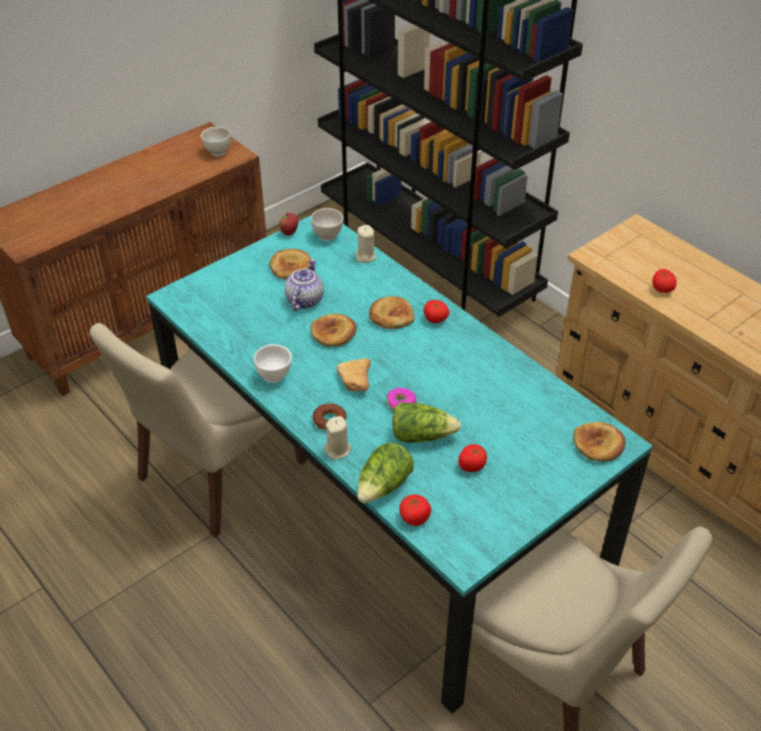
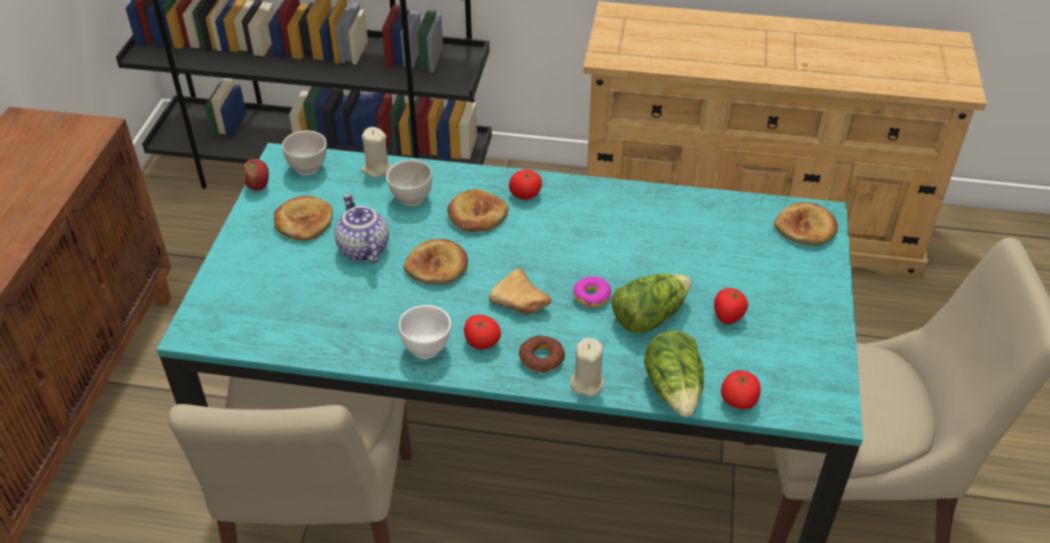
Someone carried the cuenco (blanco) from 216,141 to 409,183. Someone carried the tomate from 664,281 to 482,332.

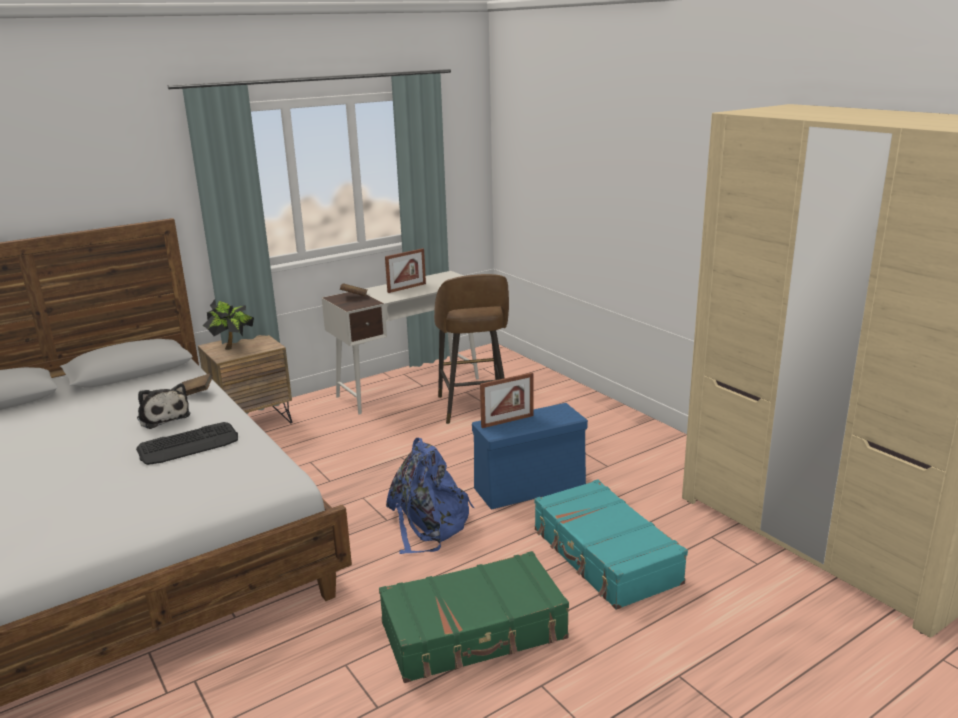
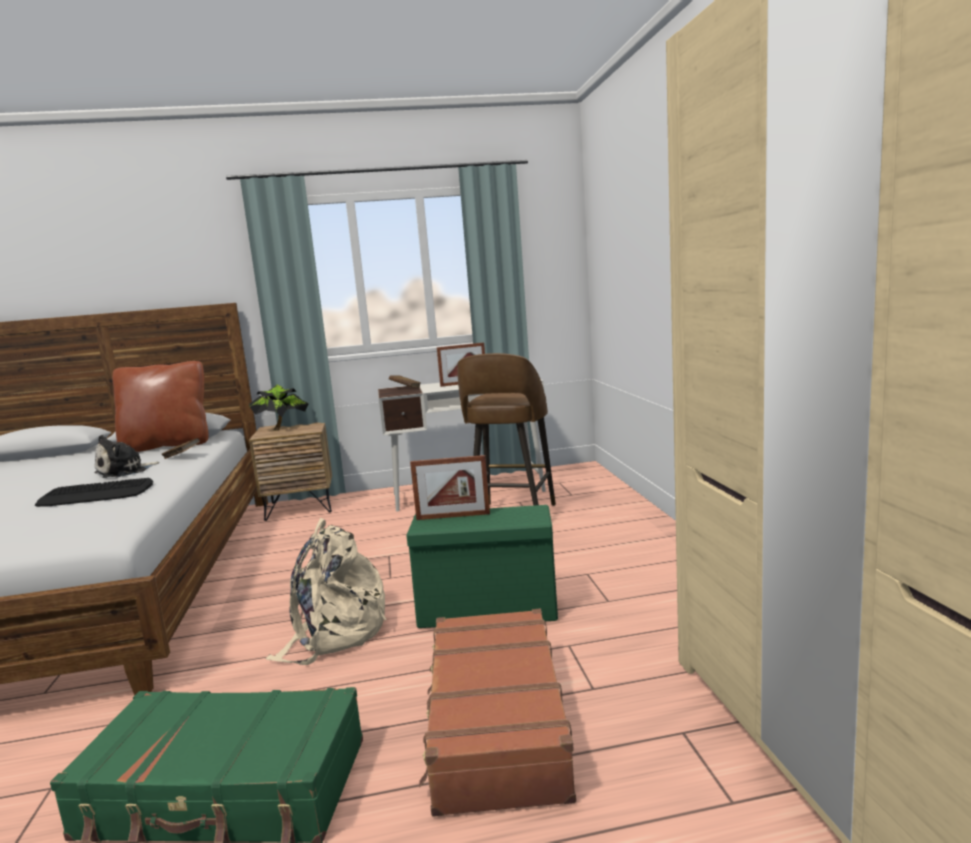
Someone rotated the peluche at 163,406 by 60 degrees clockwise. Someone repainted the mochila (azul) at 430,496, which became the mochila (beis) at 325,591. Someone repainted the caja de almacenaje (azul) at 530,456, which became the caja de almacenaje (verde) at 482,566. Someone repainted the maleta (turquesa) at 611,544, which became the maleta (marrón) at 497,713. Someone put down the cojín (marrón) at 160,406.

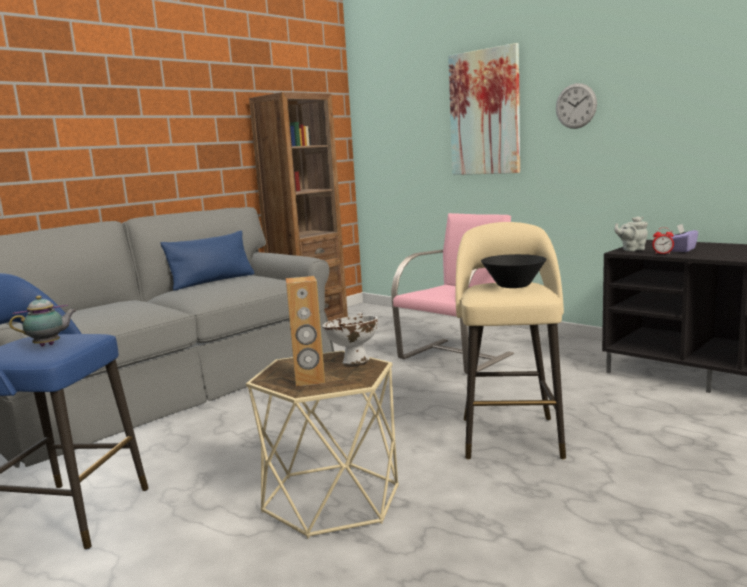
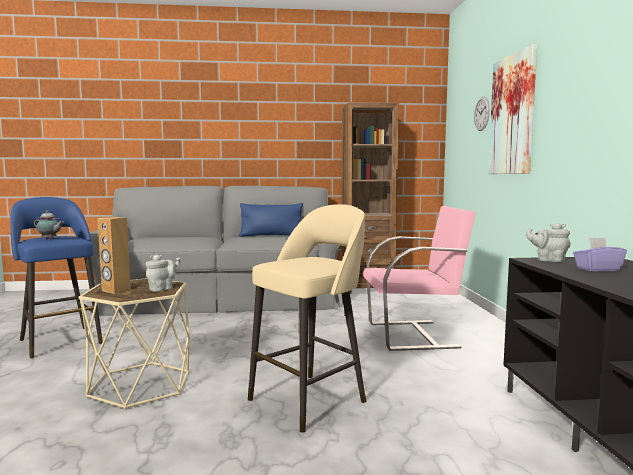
Someone swapped the cuenco (blanco) at 350,338 for the tetera (gris) at 163,273. Someone took away the cuenco (negro) at 513,271. Someone carried the reloj de pared from 576,106 to 482,114. Someone took away the despertador at 663,241.

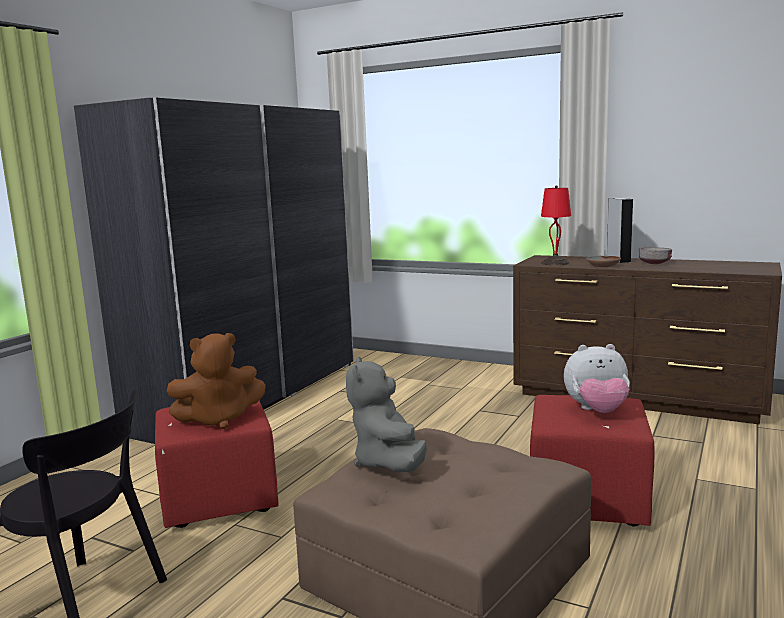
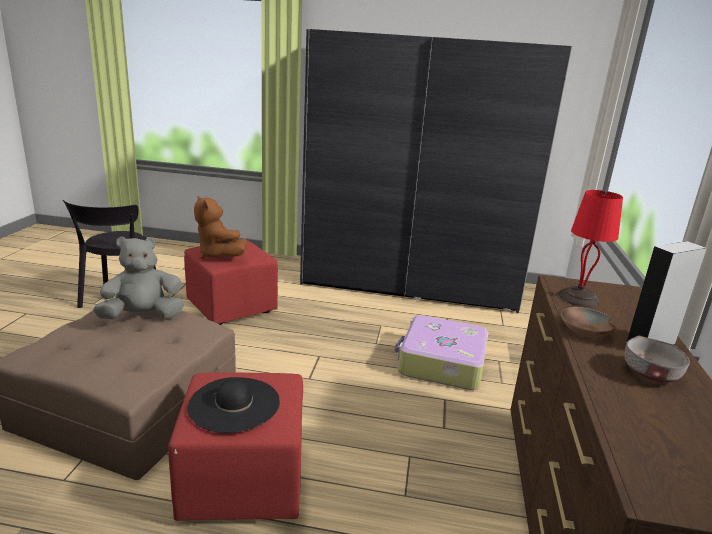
Someone swapped the peluche at 597,378 for the sombrero (negro) at 233,405. Someone put down the maleta at 441,352.

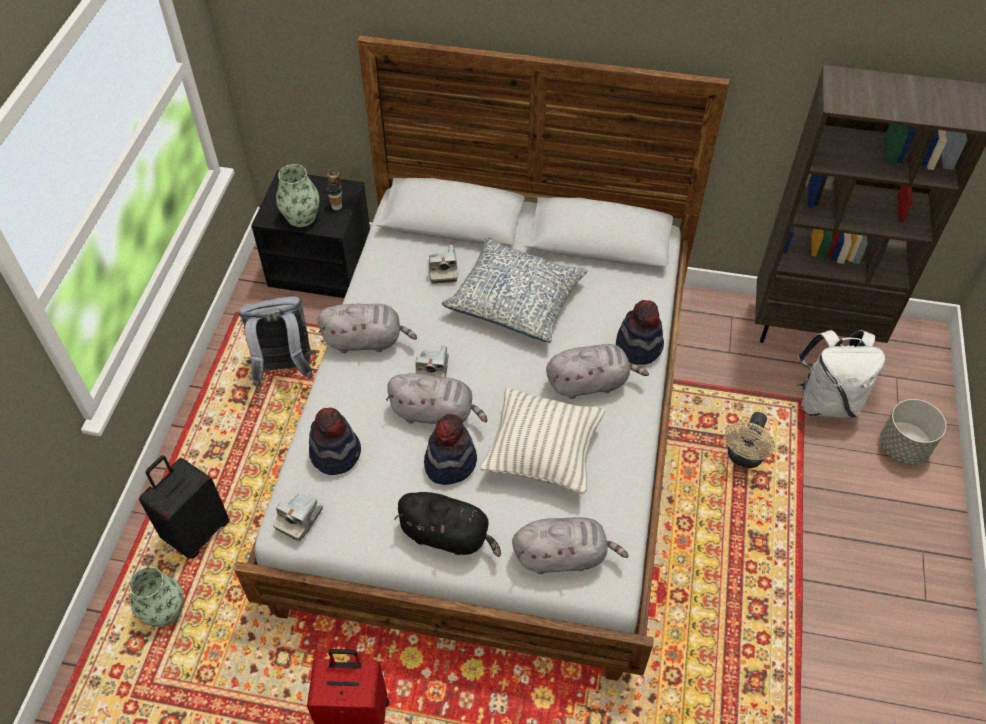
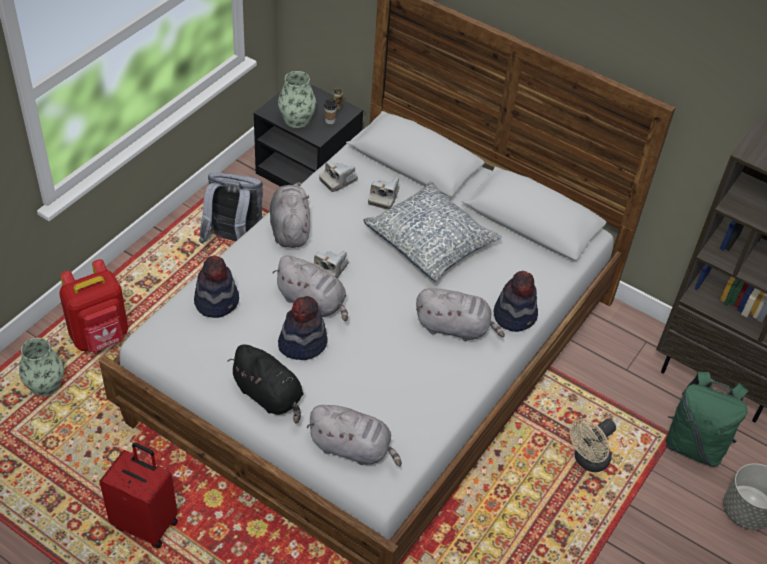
Someone swapped the maleta (negro) at 184,507 for the mochila (rojo) at 93,305. Someone carried the cámara from 298,517 to 338,176. Someone rotated the peluche (gris) at 367,328 by 120 degrees counterclockwise. Someone took away the cojín at 542,441. Someone repainted the mochila (blanco) at 841,374, which became the mochila (verde) at 707,419.

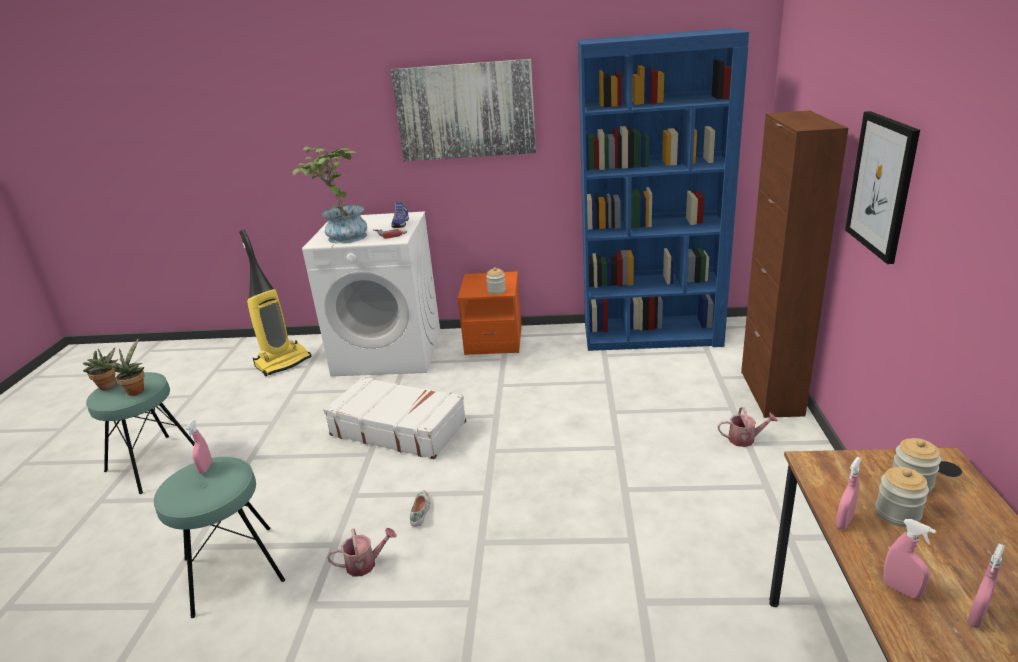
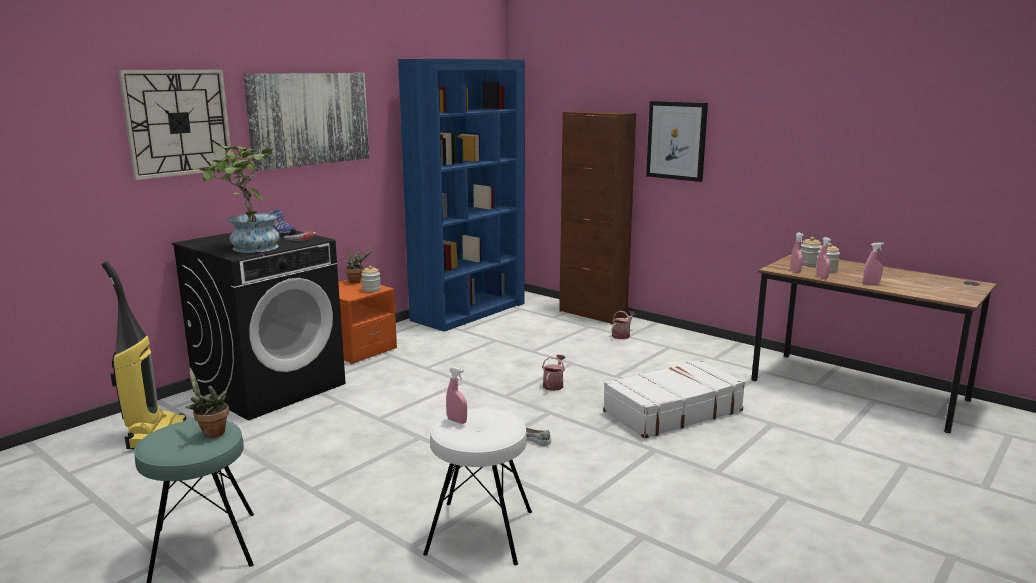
Someone carried the planta en maceta from 100,369 to 359,266. Someone repainted the taburete (turquesa) at 219,537, which became the taburete (blanco) at 477,486. Someone repainted the lavadora (blanco) at 371,293, which became the lavadora (negro) at 258,326. Someone carried the maleta (blanco) from 395,418 to 674,398. Someone carried the regadera from 362,552 to 553,373. Someone carried the pulverizador (rosa) from 986,585 to 797,252. Someone put up the reloj de pared at 175,124.

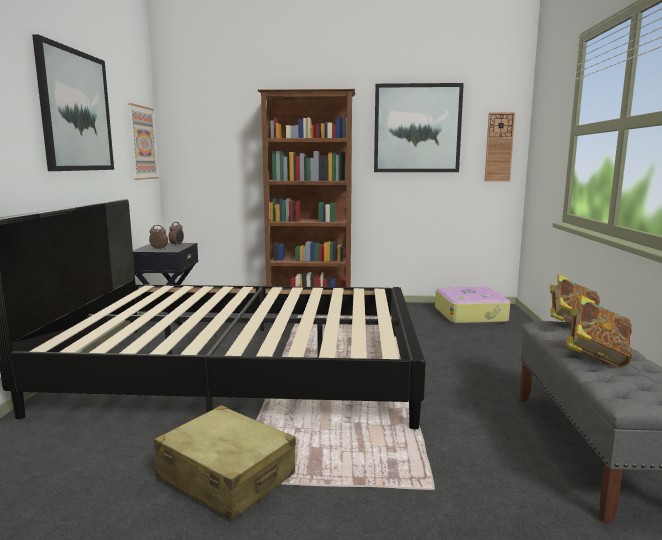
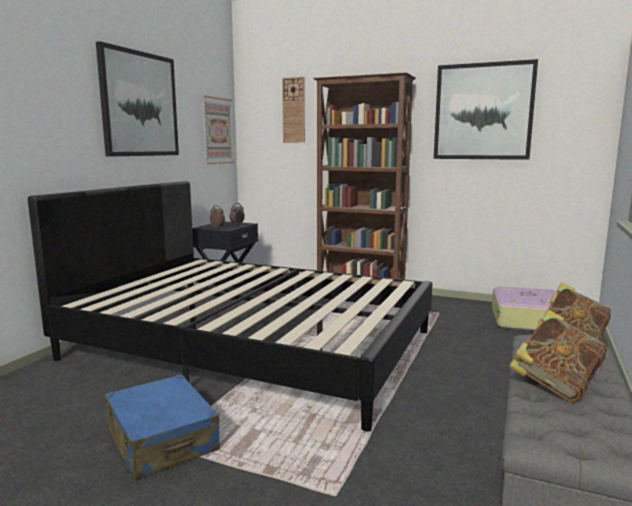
Someone repainted the maleta (beis) at 225,463, which became the maleta (azul) at 162,427. Someone carried the reloj de pared from 500,147 to 293,110.

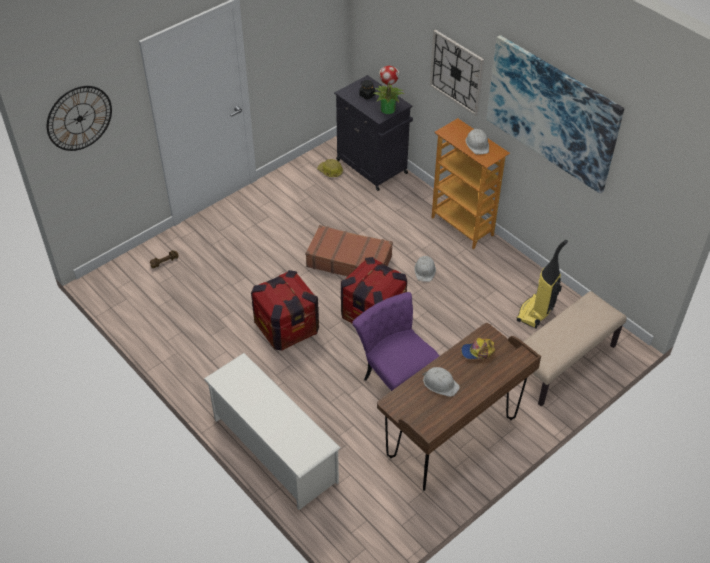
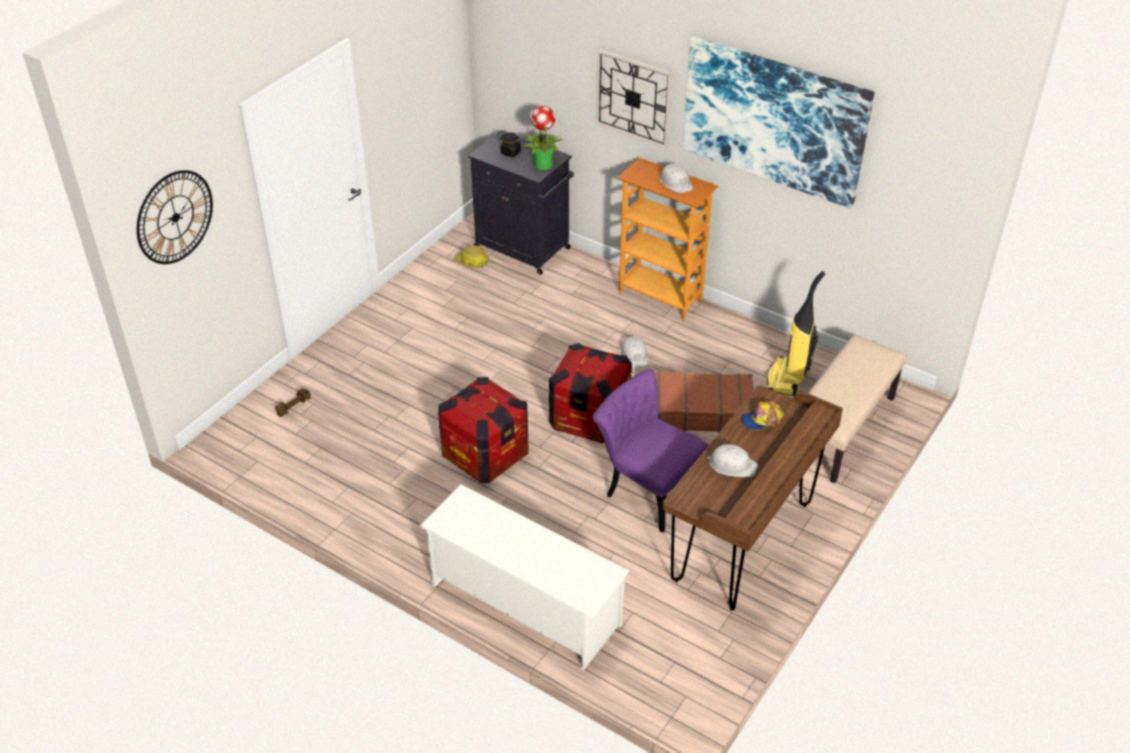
Someone carried the maleta (marrón) from 349,251 to 703,401.

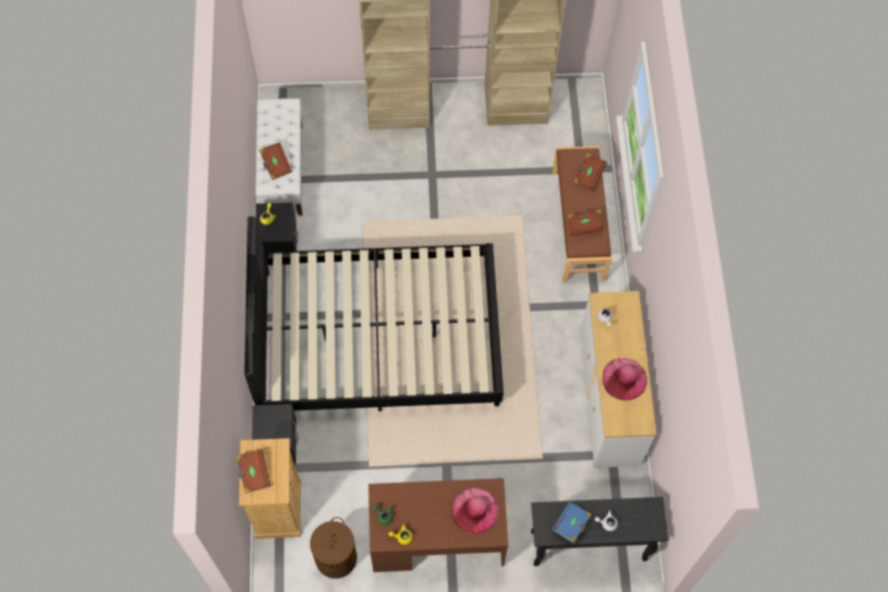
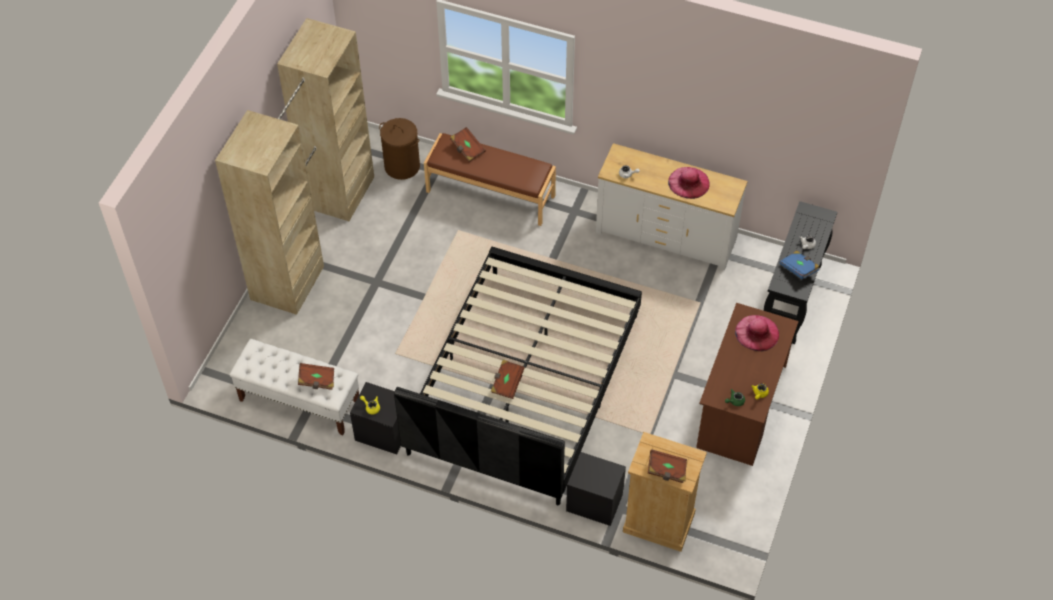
Someone carried the cesto de la ropa (marrón) from 333,548 to 399,149. Someone carried the libro (marrón) from 586,222 to 508,379.

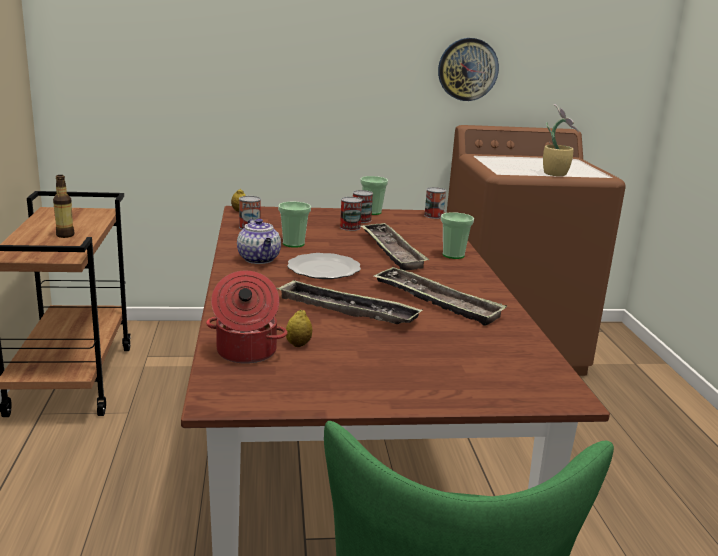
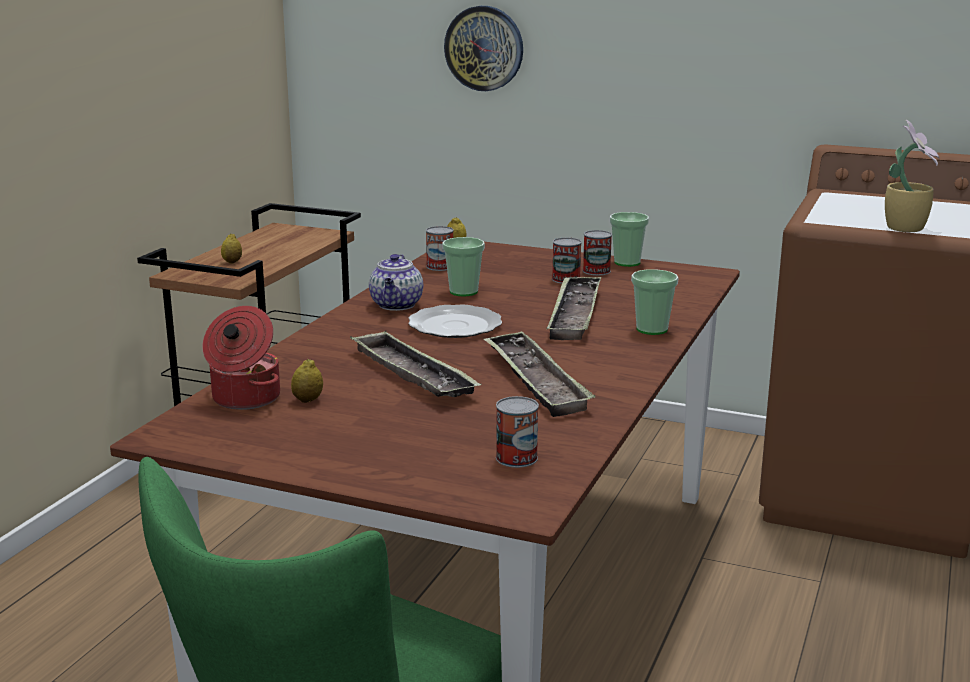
Someone took away the botella at 63,206. Someone carried the lata from 435,203 to 517,432. Someone carried the reloj de pared from 468,69 to 483,48. Someone put down the limón at 231,248.

